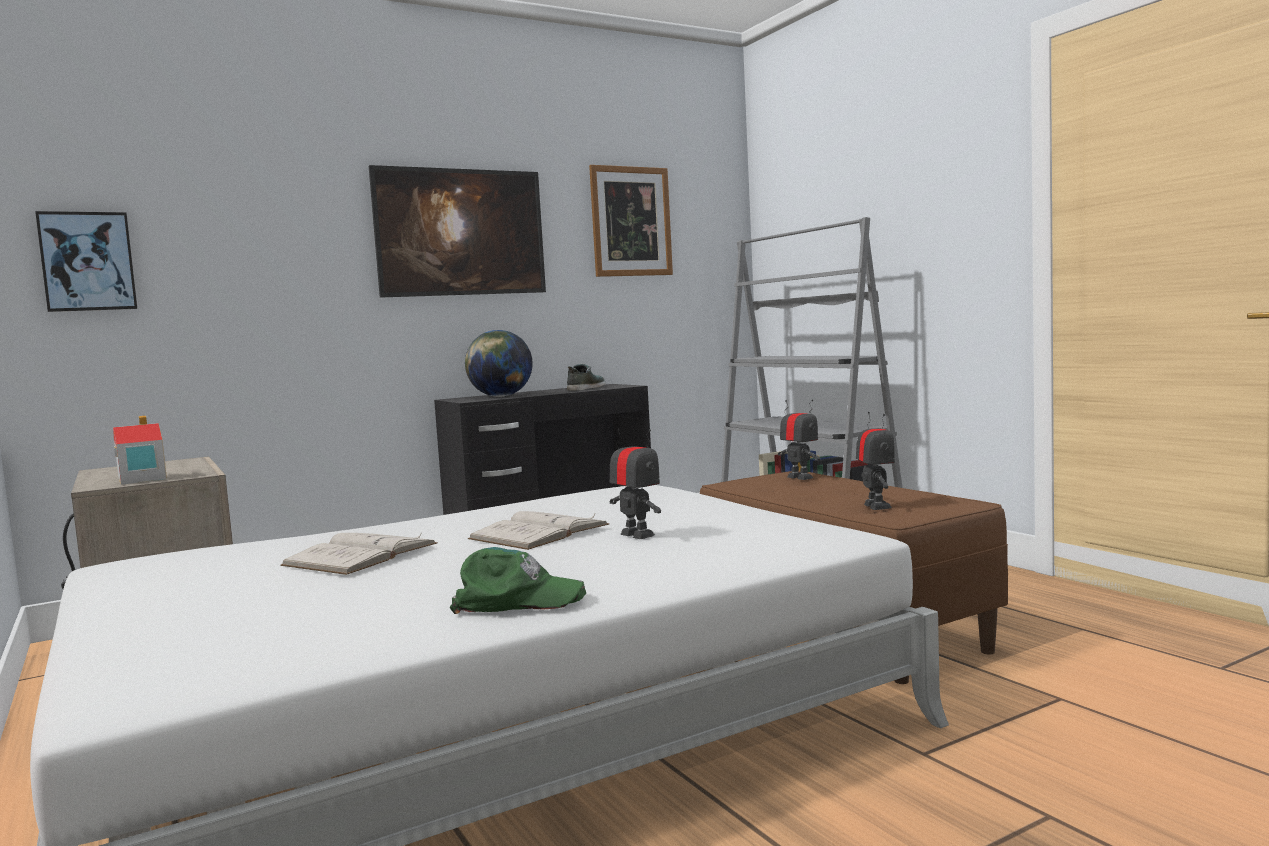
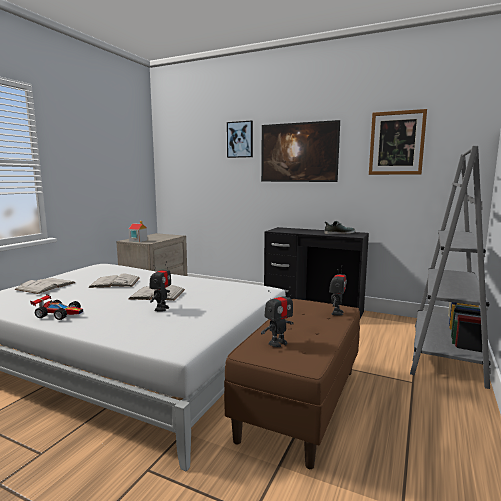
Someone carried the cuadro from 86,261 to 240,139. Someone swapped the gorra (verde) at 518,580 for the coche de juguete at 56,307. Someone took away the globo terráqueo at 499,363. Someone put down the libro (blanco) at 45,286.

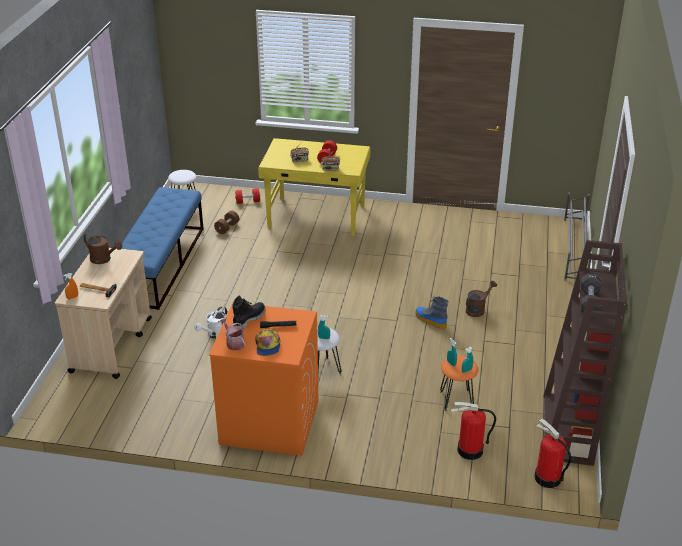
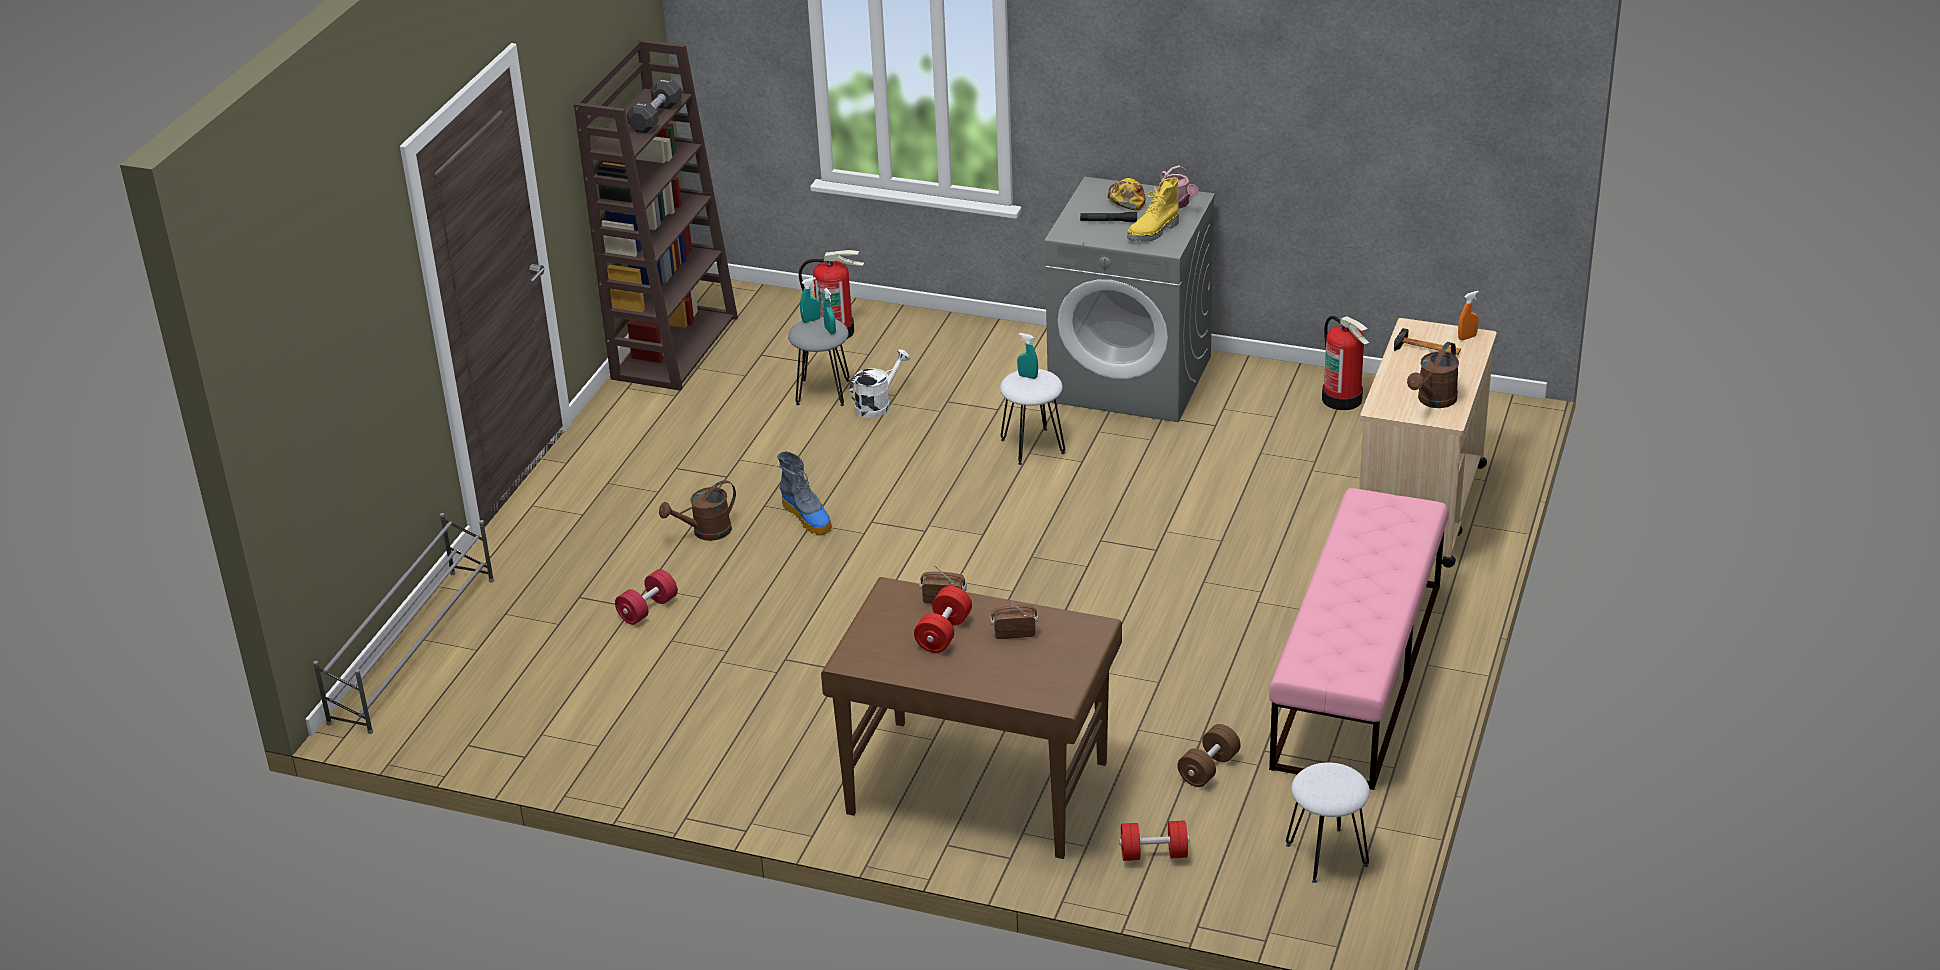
Someone rotated the regadera (marrón) at 103,248 by 90 degrees counterclockwise. Someone repainted the banco (azul) at 163,248, which became the banco (rosa) at 1359,639. Someone carried the regadera (blanco) from 211,322 to 880,383. Someone repainted the lavadora (naranja) at 263,379, which became the lavadora (gris) at 1130,299. Someone repainted the bota (negro) at 249,312, which became the bota (amarillo) at 1153,210. Someone repainted the escritorio (amarillo) at 314,187, which became the escritorio (marrón) at 971,718. Someone repainted the taburete (naranja) at 459,383, which became the taburete (gris) at 819,361. Someone carried the extintor from 553,453 to 1345,363. Someone put down the mancuerna (rojo) at 646,597.

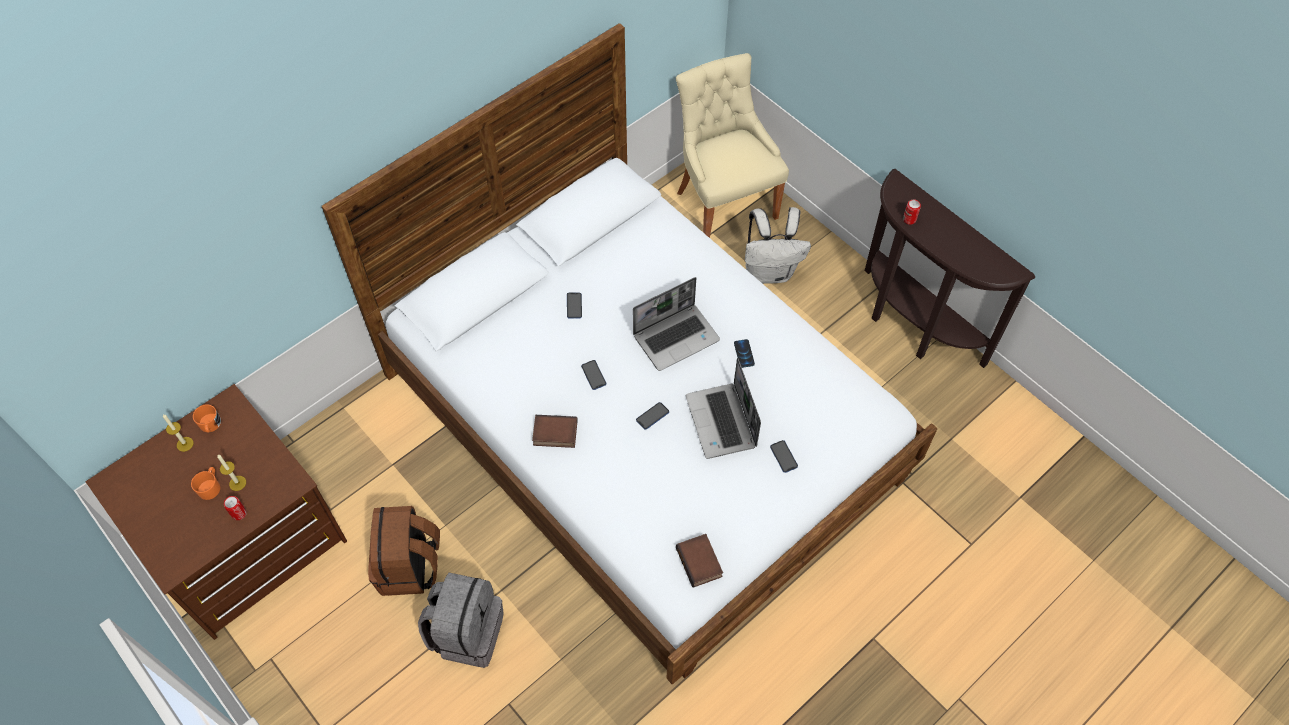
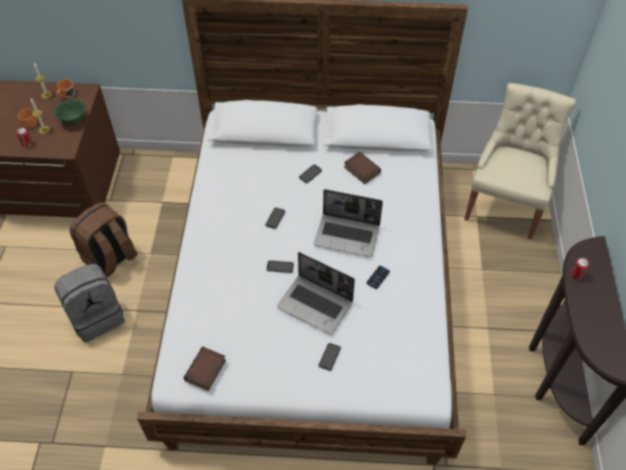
Someone carried the libro from 555,431 to 362,168. Someone rotated the portátil at 723,408 by 90 degrees counterclockwise. Someone took away the mochila (blanco) at 778,245. Someone put down the cuenco (verde) at 70,112.

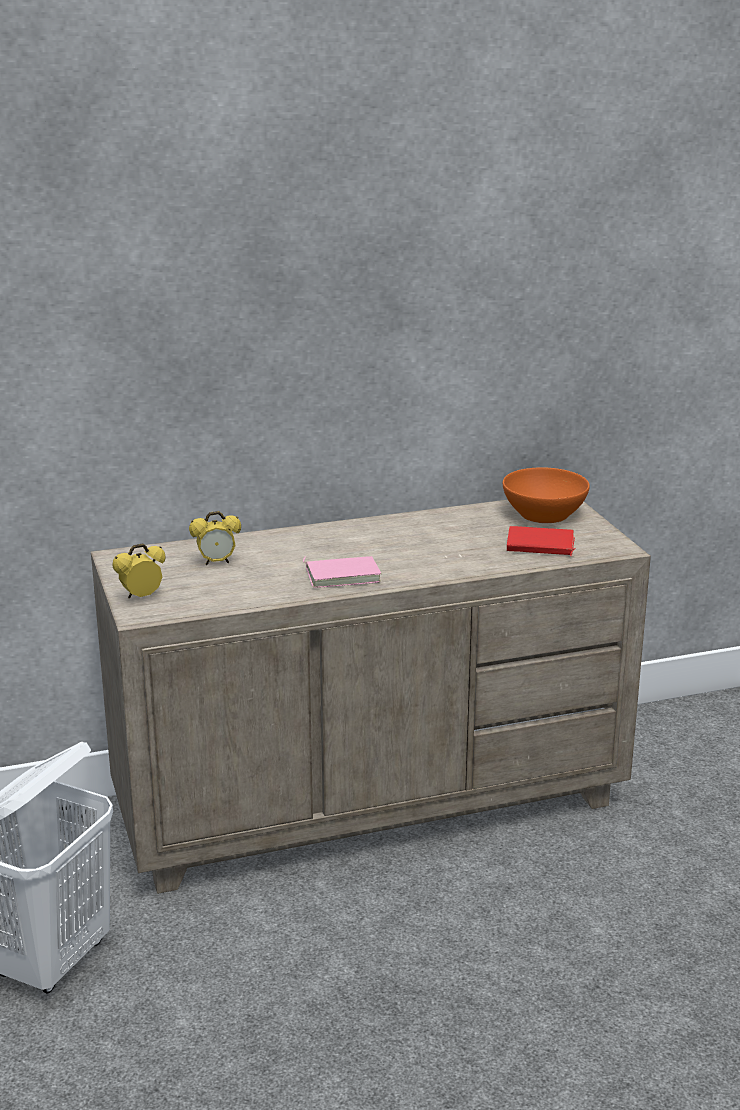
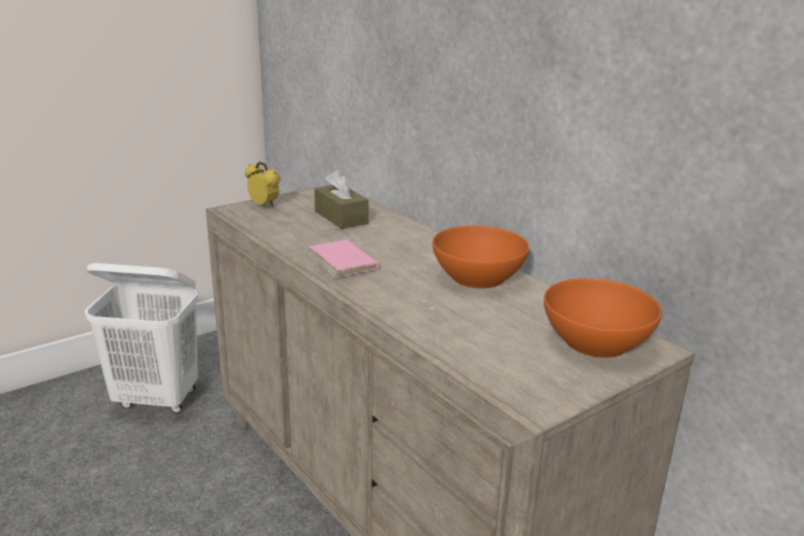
Someone swapped the despertador at 215,538 for the caja de pañuelos (marrón) at 341,199. Someone took away the libro (rojo) at 541,541. Someone put down the cuenco (naranja) at 480,257.

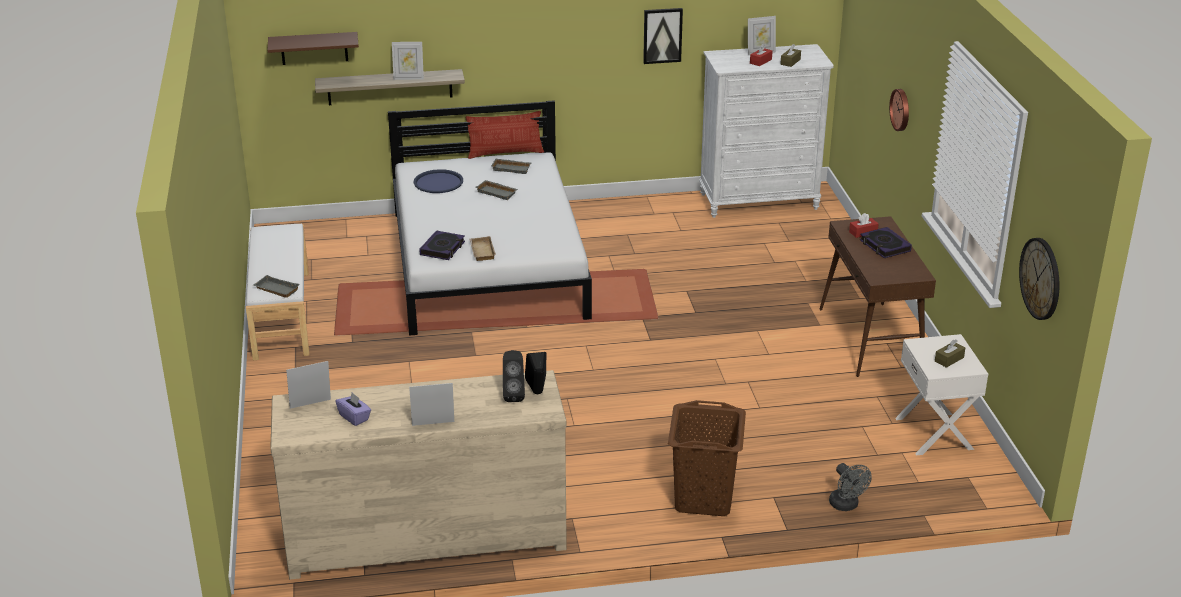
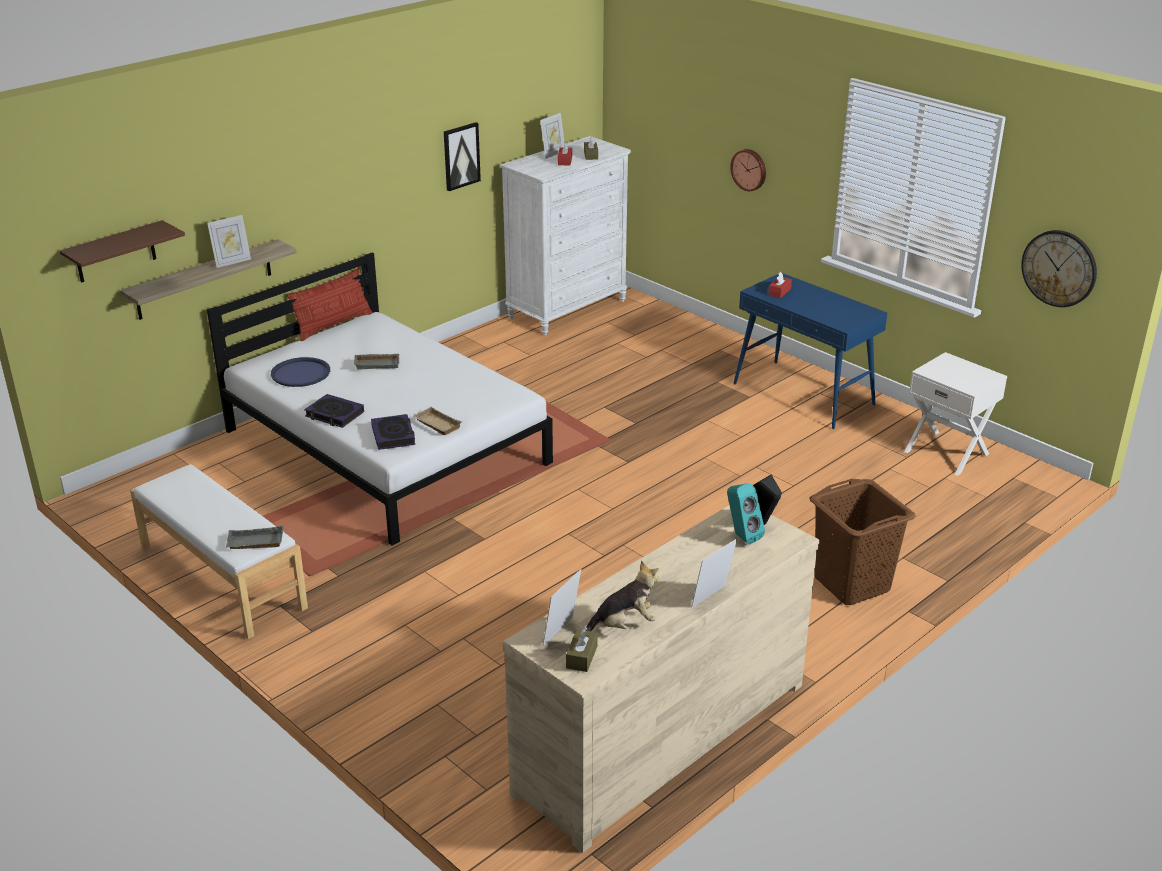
Someone swapped the caja de pañuelos (morado) at 353,409 for the peluche at 622,595. Someone took away the bandeja (gris) at 511,166. Someone repainted the altavoz (negro) at 514,376, which became the altavoz (turquesa) at 746,514. Someone repainted the mesa consola (marrón) at 877,296, which became the mesa consola (azul) at 810,351. Someone took away the ventilador (gris) at 850,487. Someone carried the libro from 886,242 to 334,411. Someone carried the caja de pañuelos (marrón) from 950,353 to 582,649.

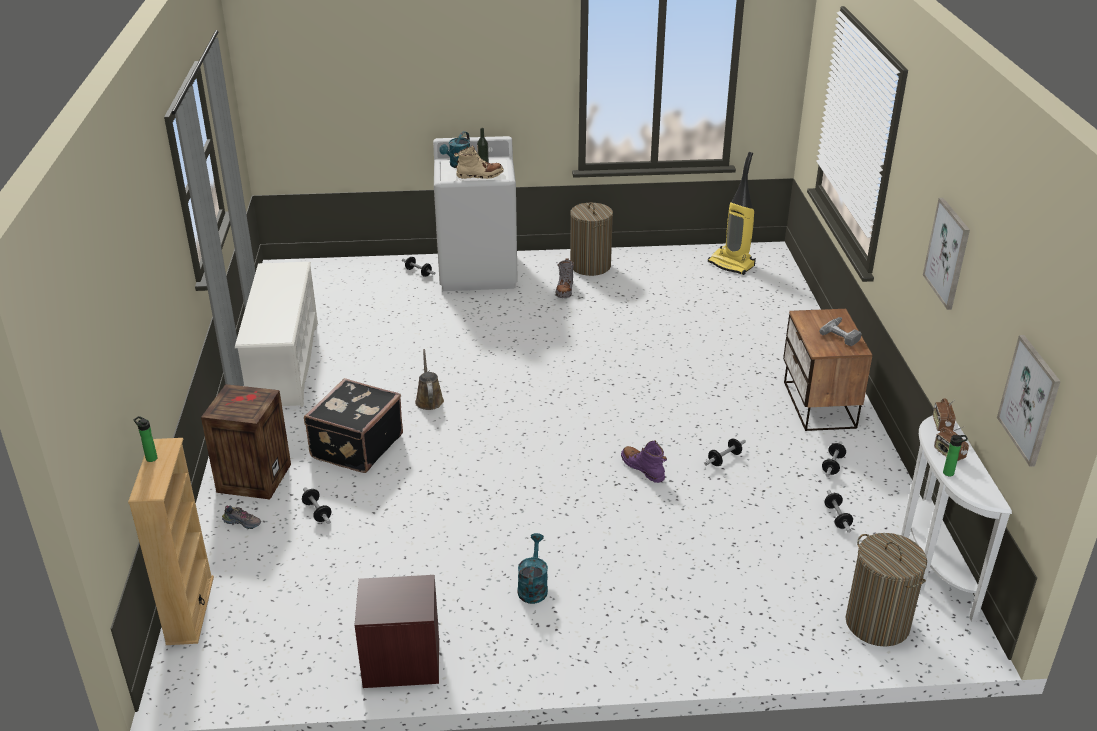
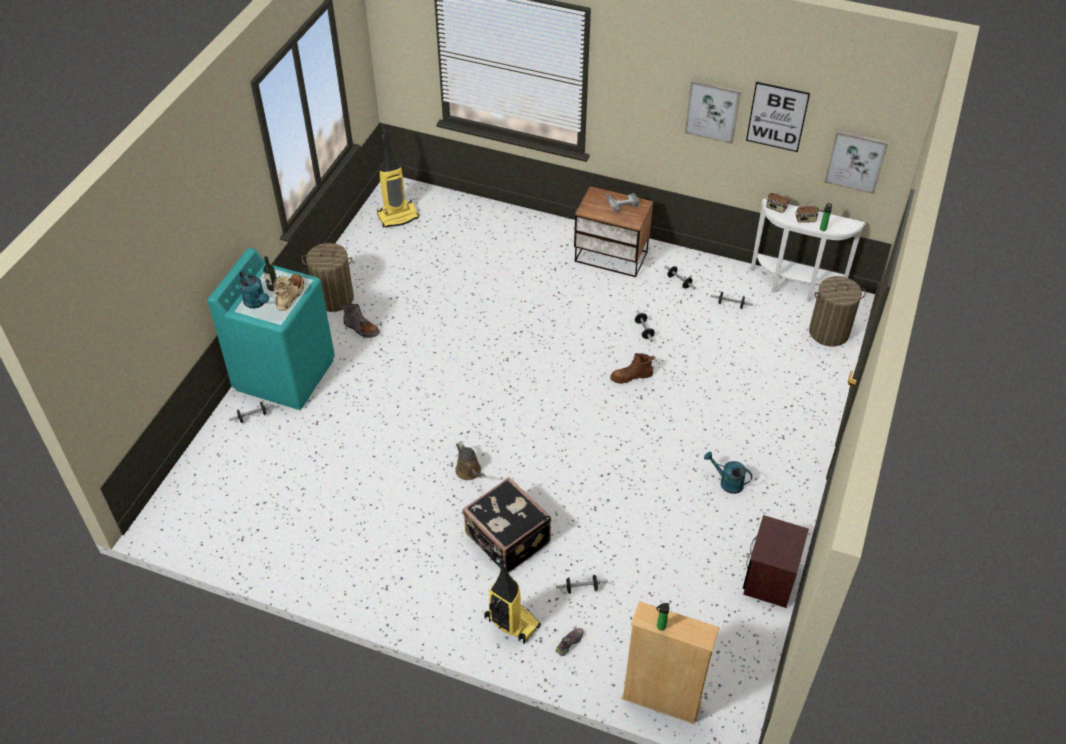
Someone swapped the caja de embalaje at 246,441 for the aspiradora at 512,600. Someone took away the zapatero (blanco) at 276,334. Someone rotated the regadera (marrón) at 429,379 by 135 degrees counterclockwise. Someone repainted the lavadora (blanco) at 475,213, which became the lavadora (turquesa) at 271,329. Someone repainted the bota (morado) at 644,461, which became the bota (marrón) at 633,368. Someone put up the cuadro at 778,117.

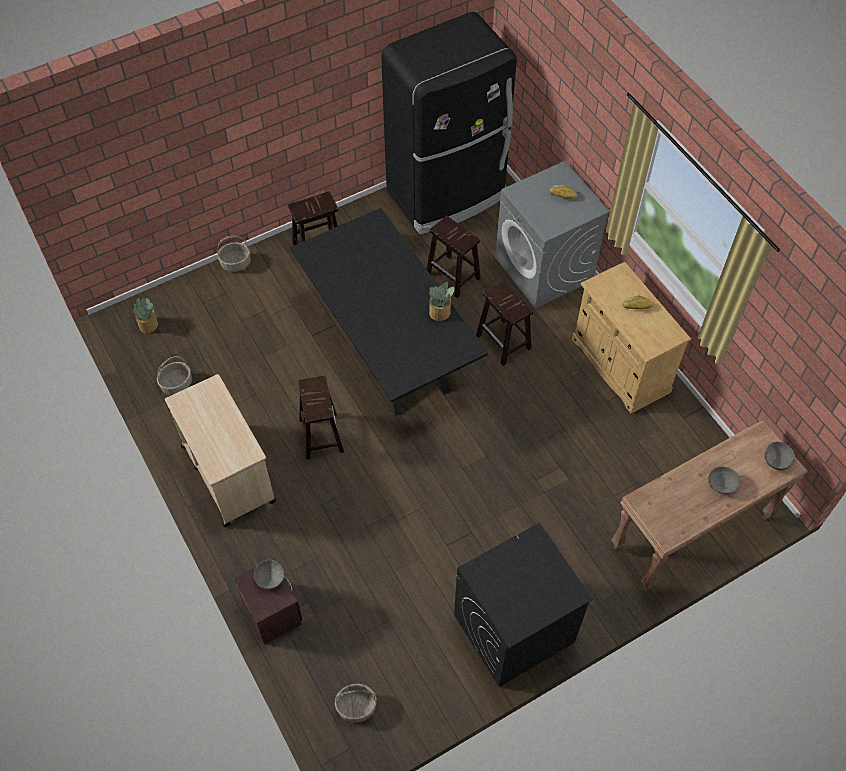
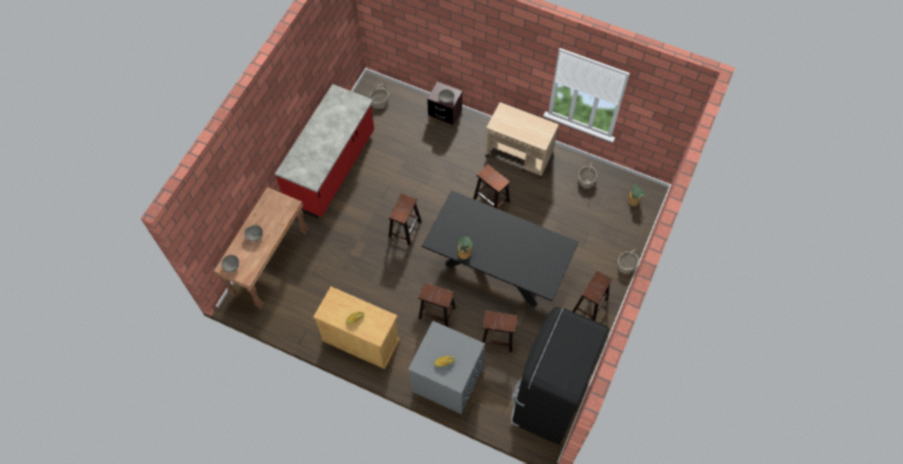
Someone swapped the lavadora (negro) at 523,605 for the mueble bajo de cocina (rojo) at 324,151. Someone put down the taburete (marrón) at 405,219.

